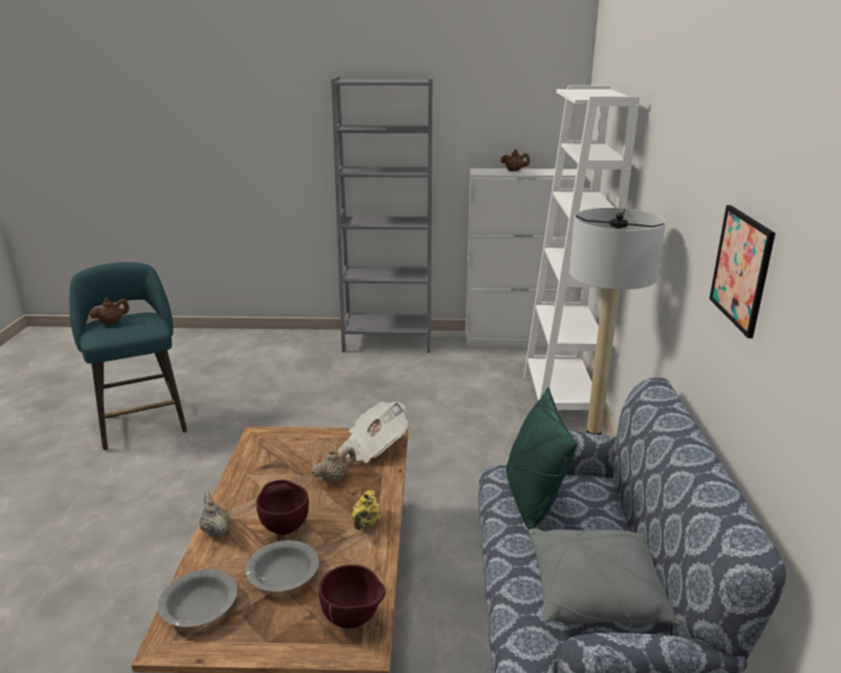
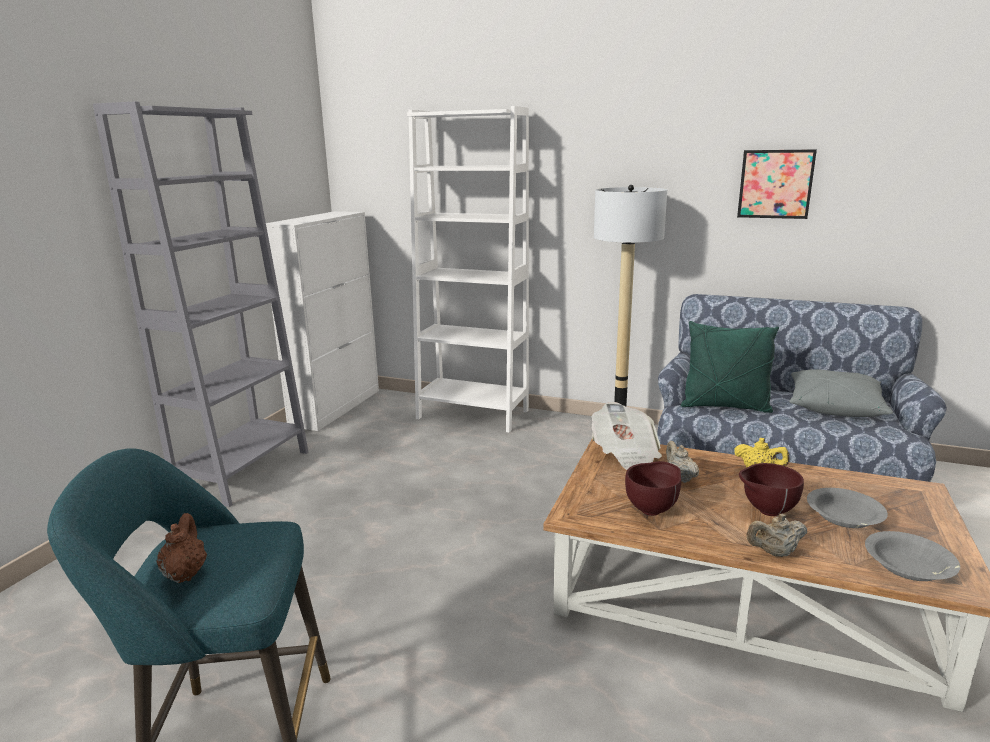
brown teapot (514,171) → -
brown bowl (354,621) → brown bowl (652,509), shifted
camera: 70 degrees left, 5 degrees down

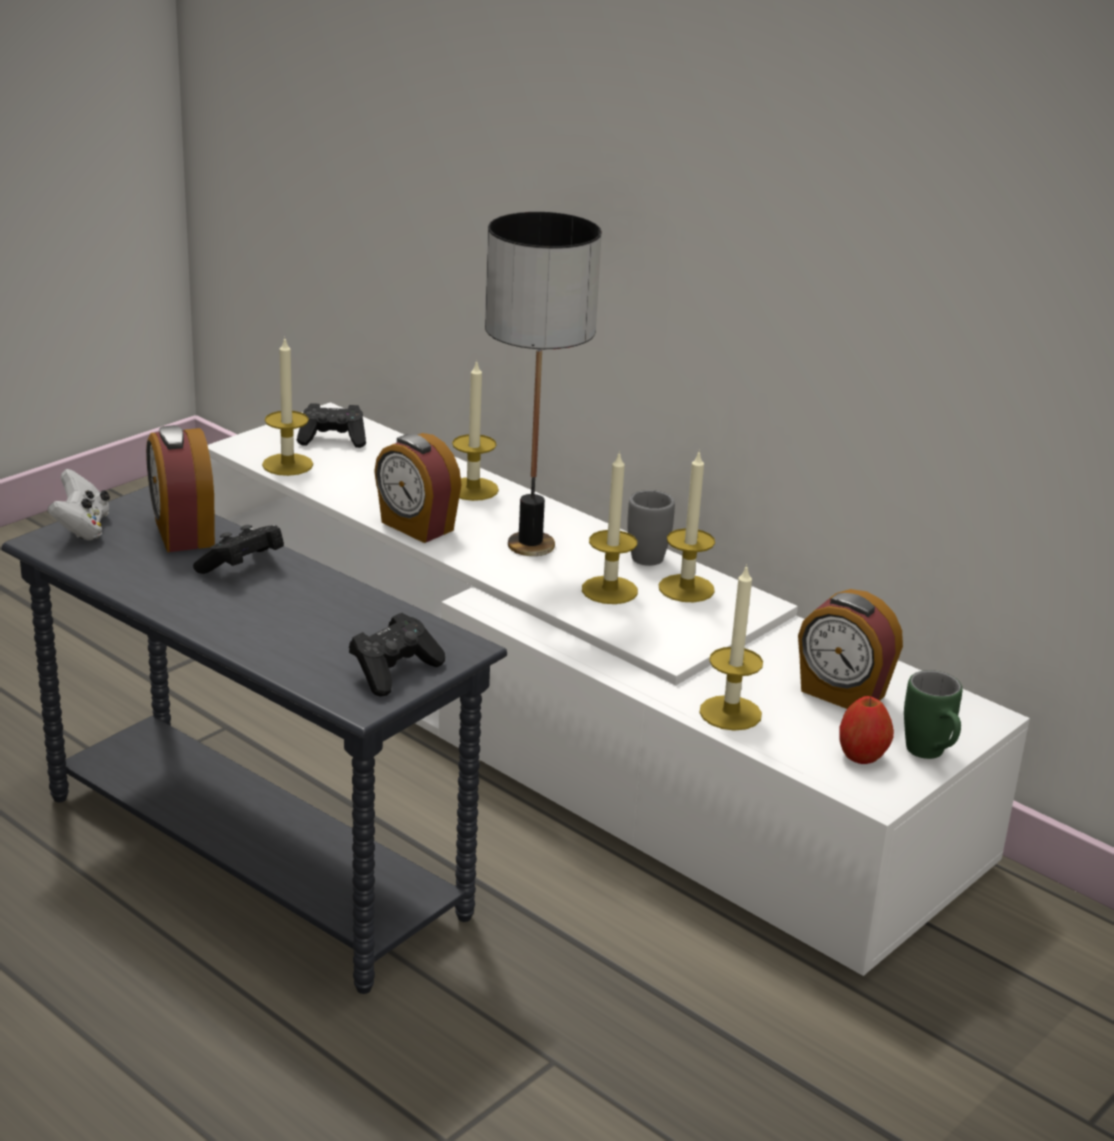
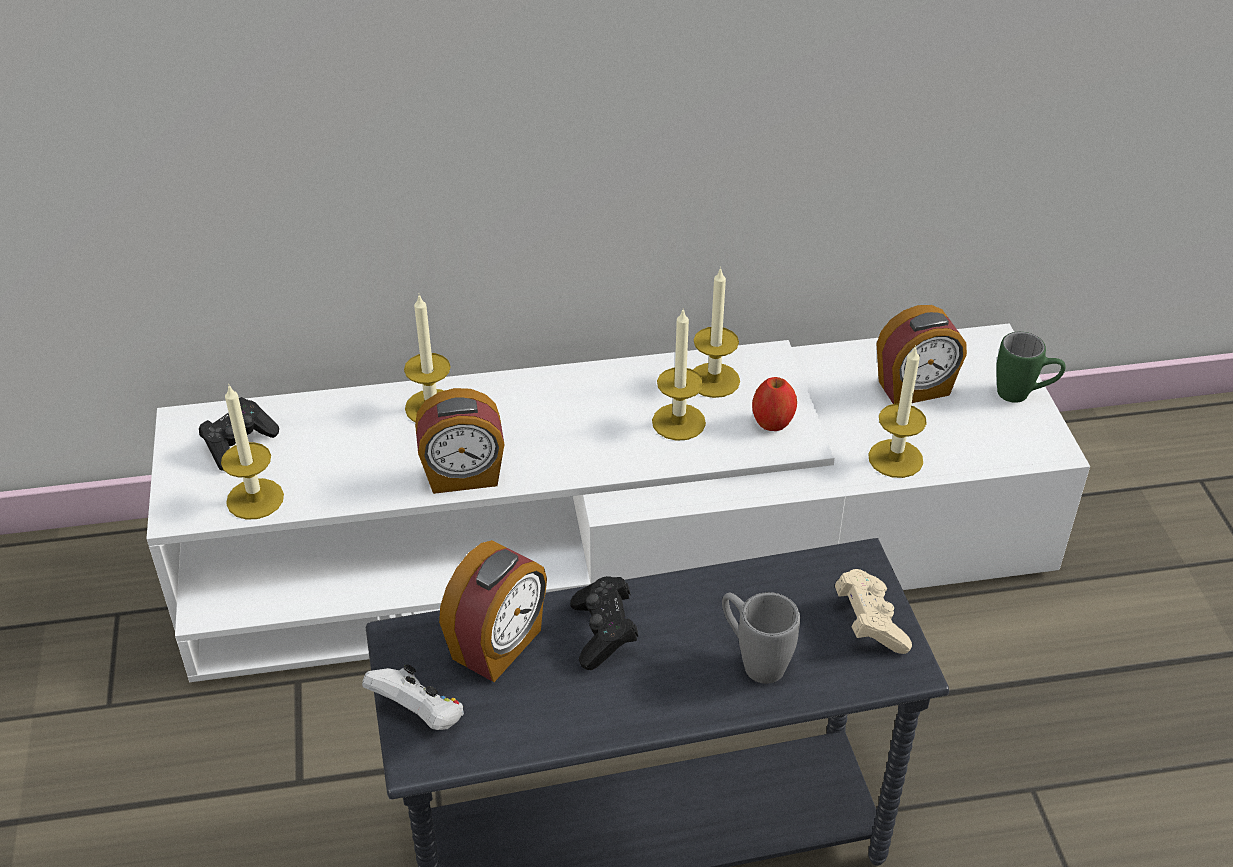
table lamp (530,545) → -
alarm clock (182,534) → alarm clock (499,645), 75 degrees counterclockwise
grey mug (647,553) → grey mug (753,660), shifted
black game controller (394,671) → beige game controller (869,623)
apple (862,756) → apple (772,423), shifted
camera: 50 degrees left, 15 degrees up

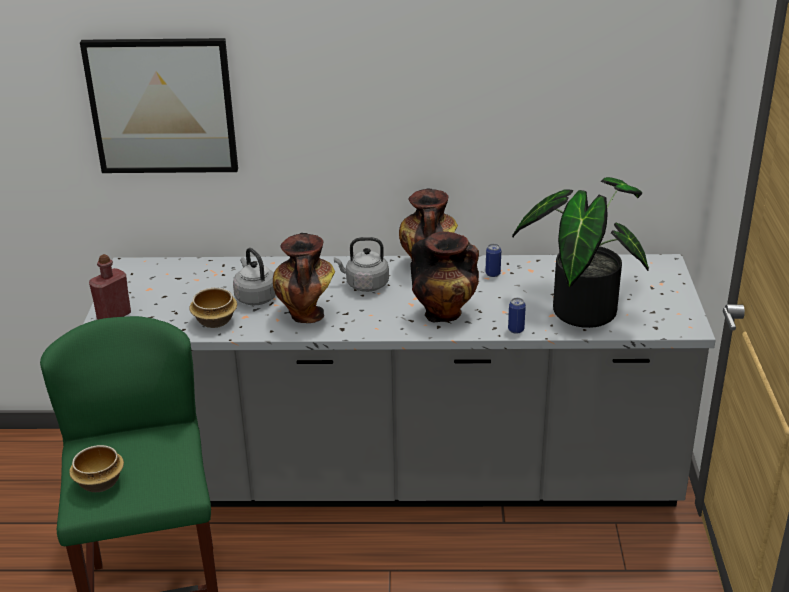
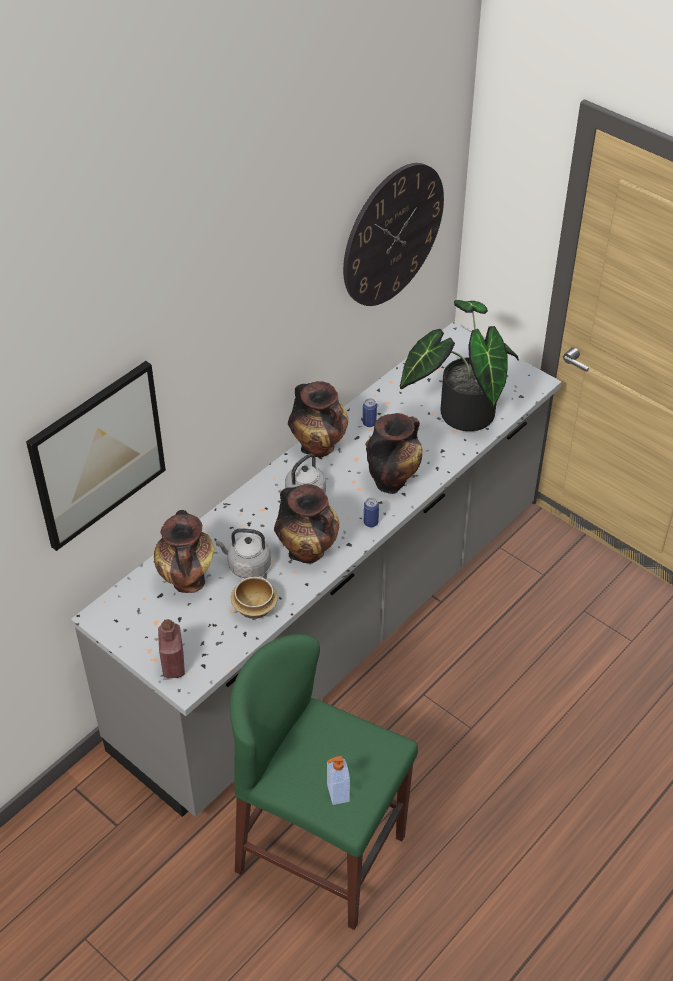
can (516,329) → can (371,522), shifted
bowl (99,483) → soap dispenser (337,793)
- → wall clock (392,234)
- → vase (188,581)
camera: 50 degrees left, 15 degrees up

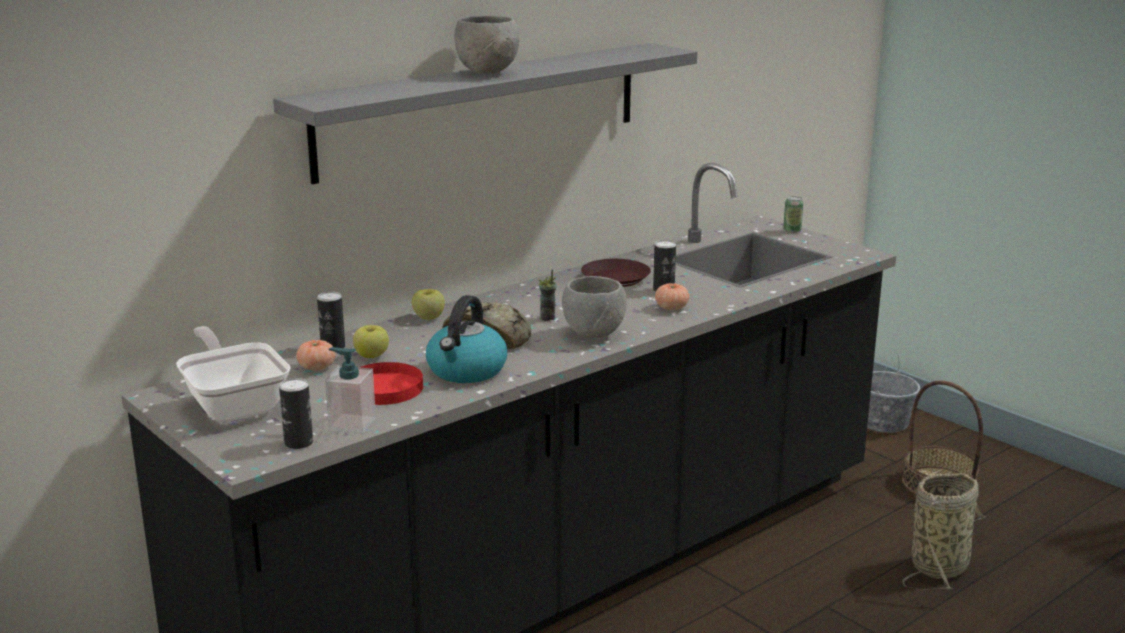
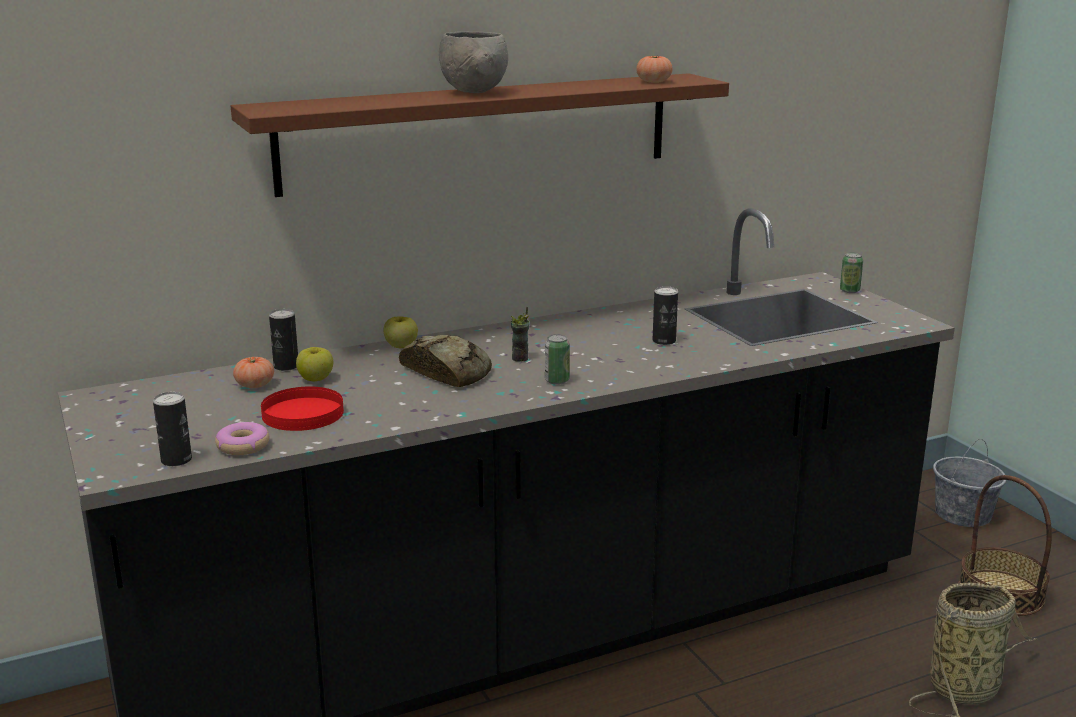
grey shelf (483,108) → brown shelf (480,132)
brown plate (616,278) → -
grey bowl (595,334) → can (557,381)
tomato (671,308) → tomato (653,82), shifted
kettle (466,371) → -
frying pan (234,405) → -
soap dispenser (352,423) → donut (243,446)
camera: 15 degrees right, 0 degrees up

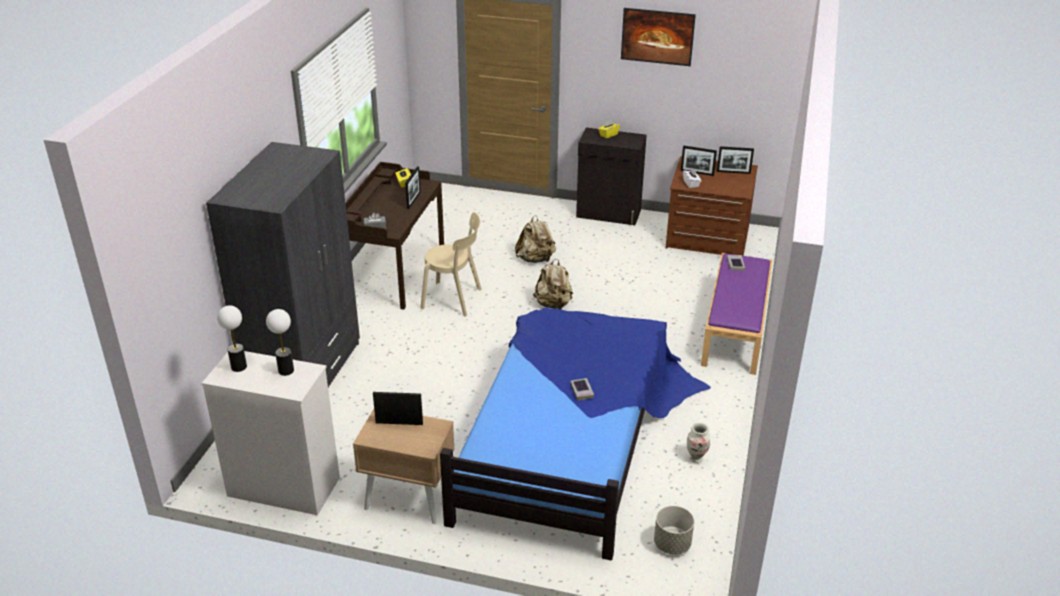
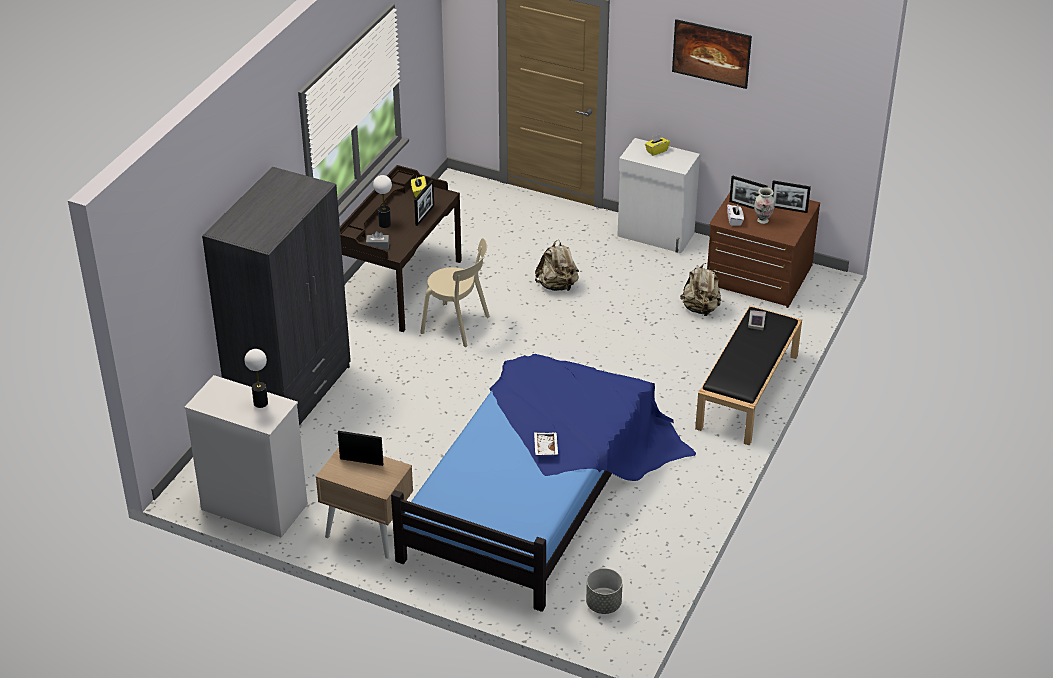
black cabinet (609,214) → white cabinet (656,235)
purple bench (735,329) → black bench (748,392)
beige backpack (553,304) → beige backpack (700,308), shifted
table lamp (239,367) → table lamp (385,224), shifted
book (582,391) → white tray (545,448)
vase (696,458) → vase (763,221), shifted
camera: 10 degrees right, 5 degrees up

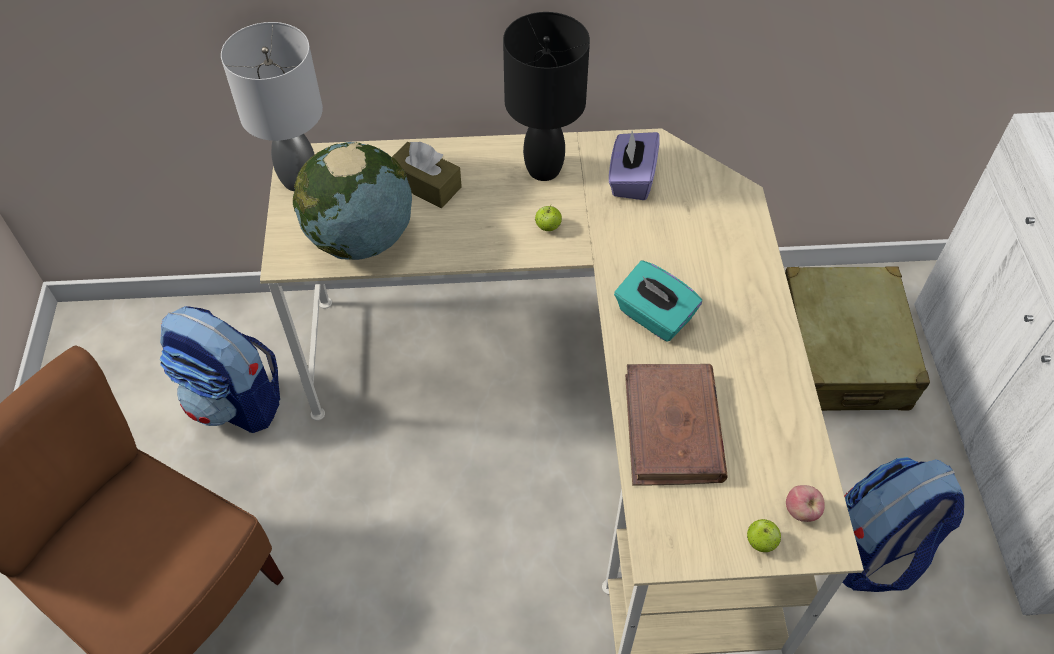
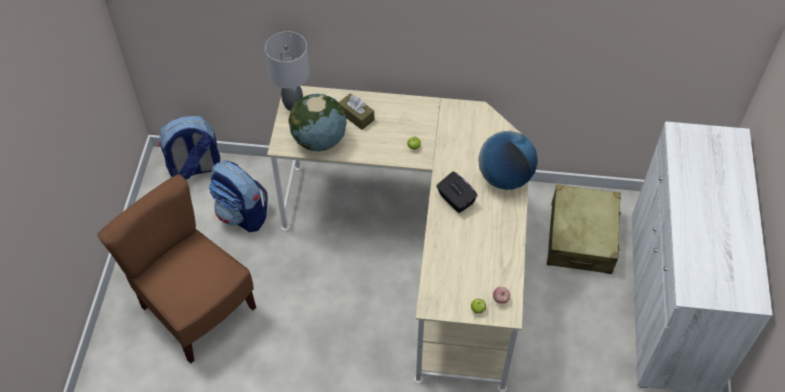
black table lamp (542,170) → -
purple tissue box (631,179) → -
turquoise tissue box (653,317) → black tissue box (455,200)
brown book (673,428) → -
backpack (873,552) → backpack (194,169), shifted
- → globe (505,177)
camera: 10 degrees right, 0 degrees up

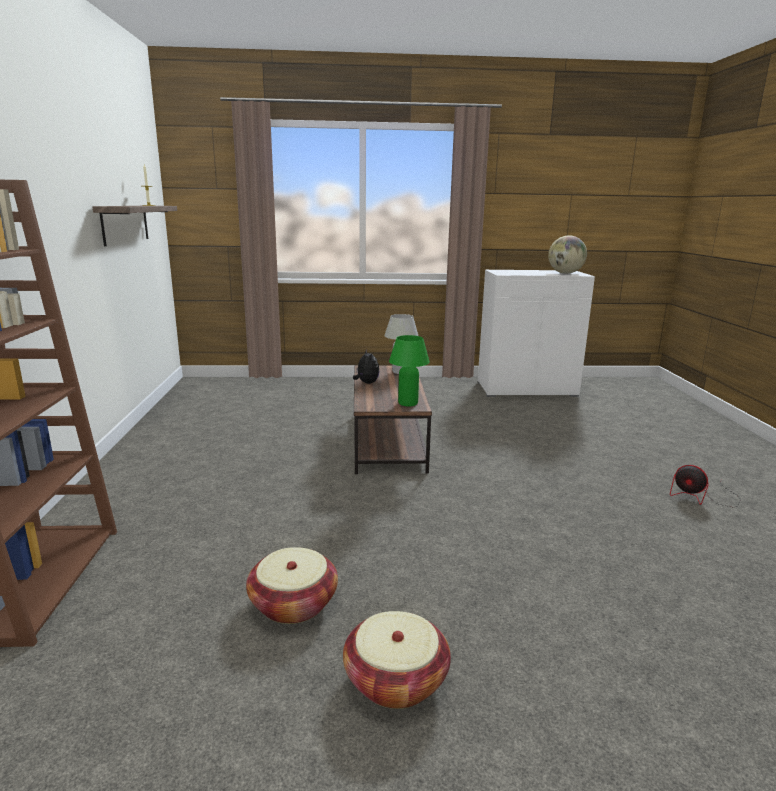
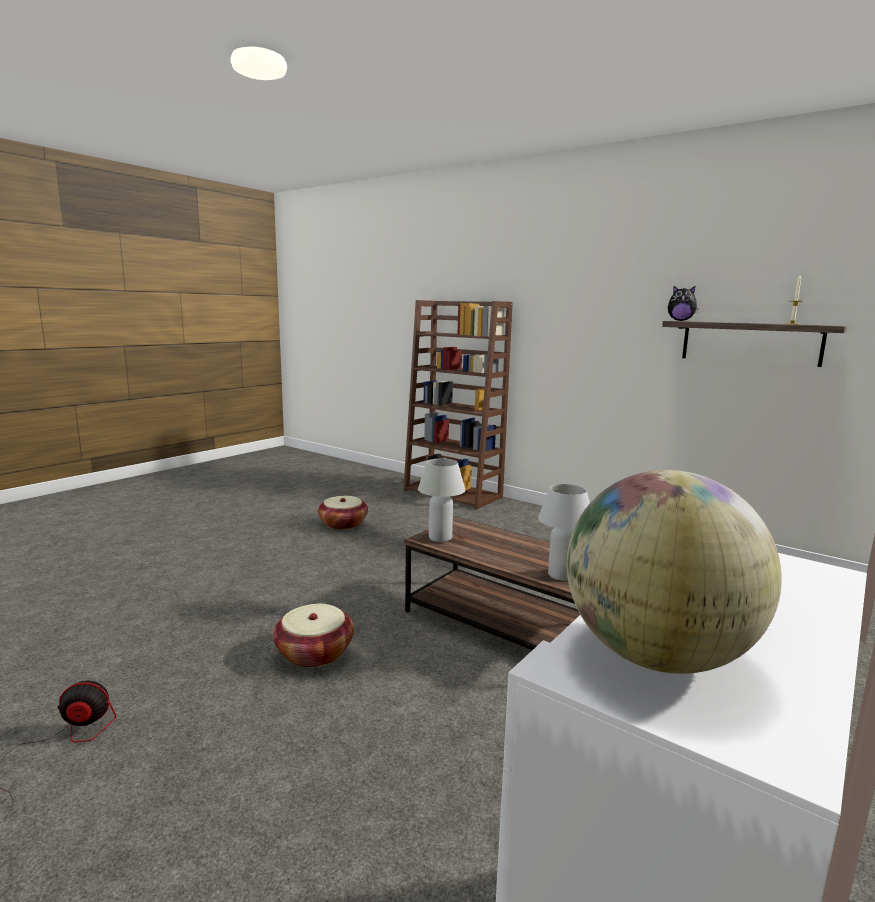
green table lamp (408,403) → white table lamp (440,538)
plush toy (366,383) → plush toy (680,321), shifted
basket (395,680) → basket (314,653), shifted
camera: 130 degrees right, 5 degrees down

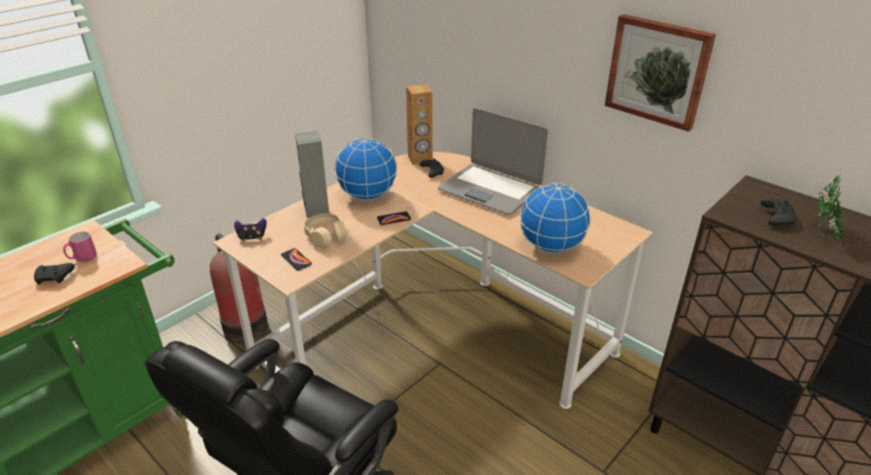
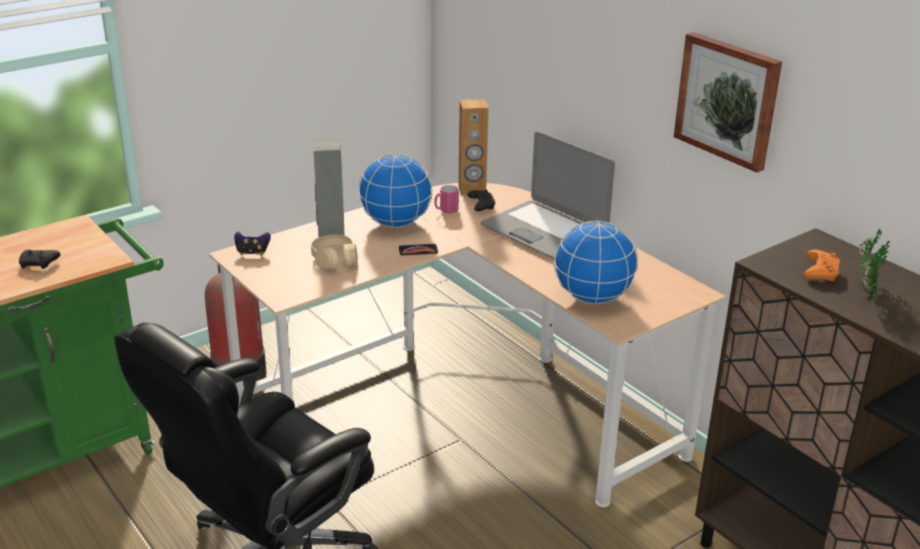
black game controller (776,218) → orange game controller (820,272)
pink mug (82,258) → pink mug (446,210), shifted
phone (296,260) → -
camera: 10 degrees right, 5 degrees down

